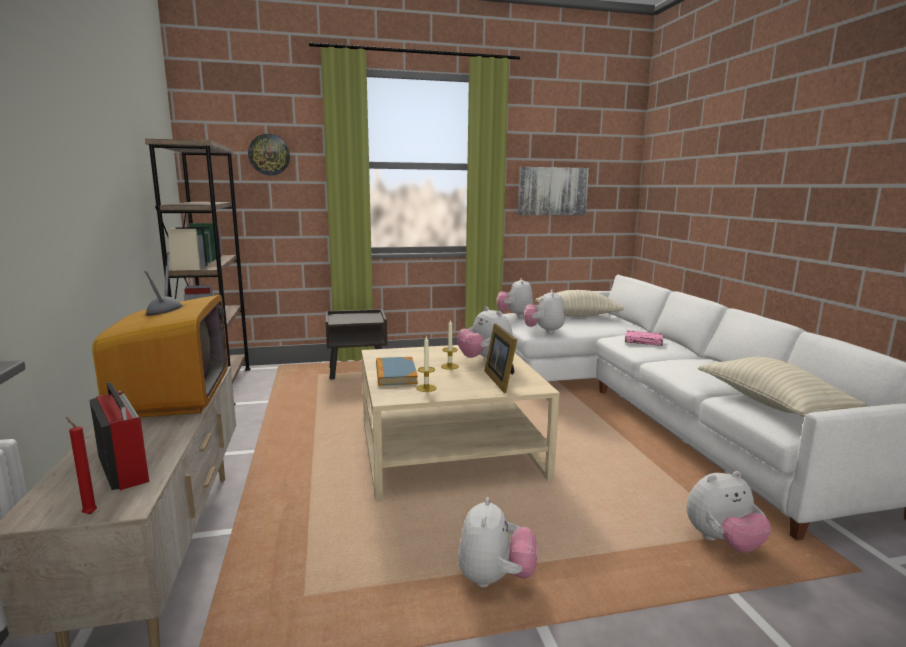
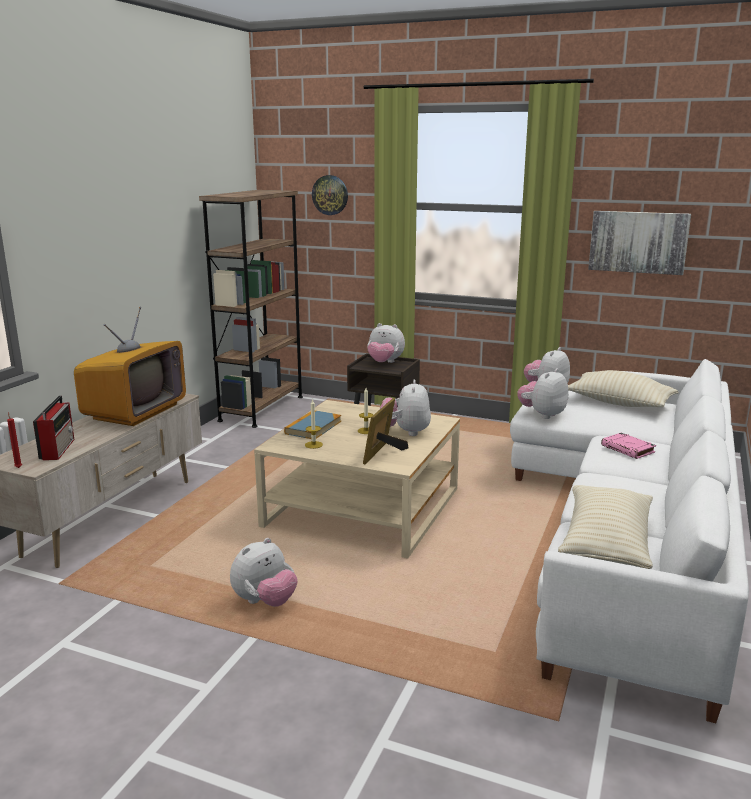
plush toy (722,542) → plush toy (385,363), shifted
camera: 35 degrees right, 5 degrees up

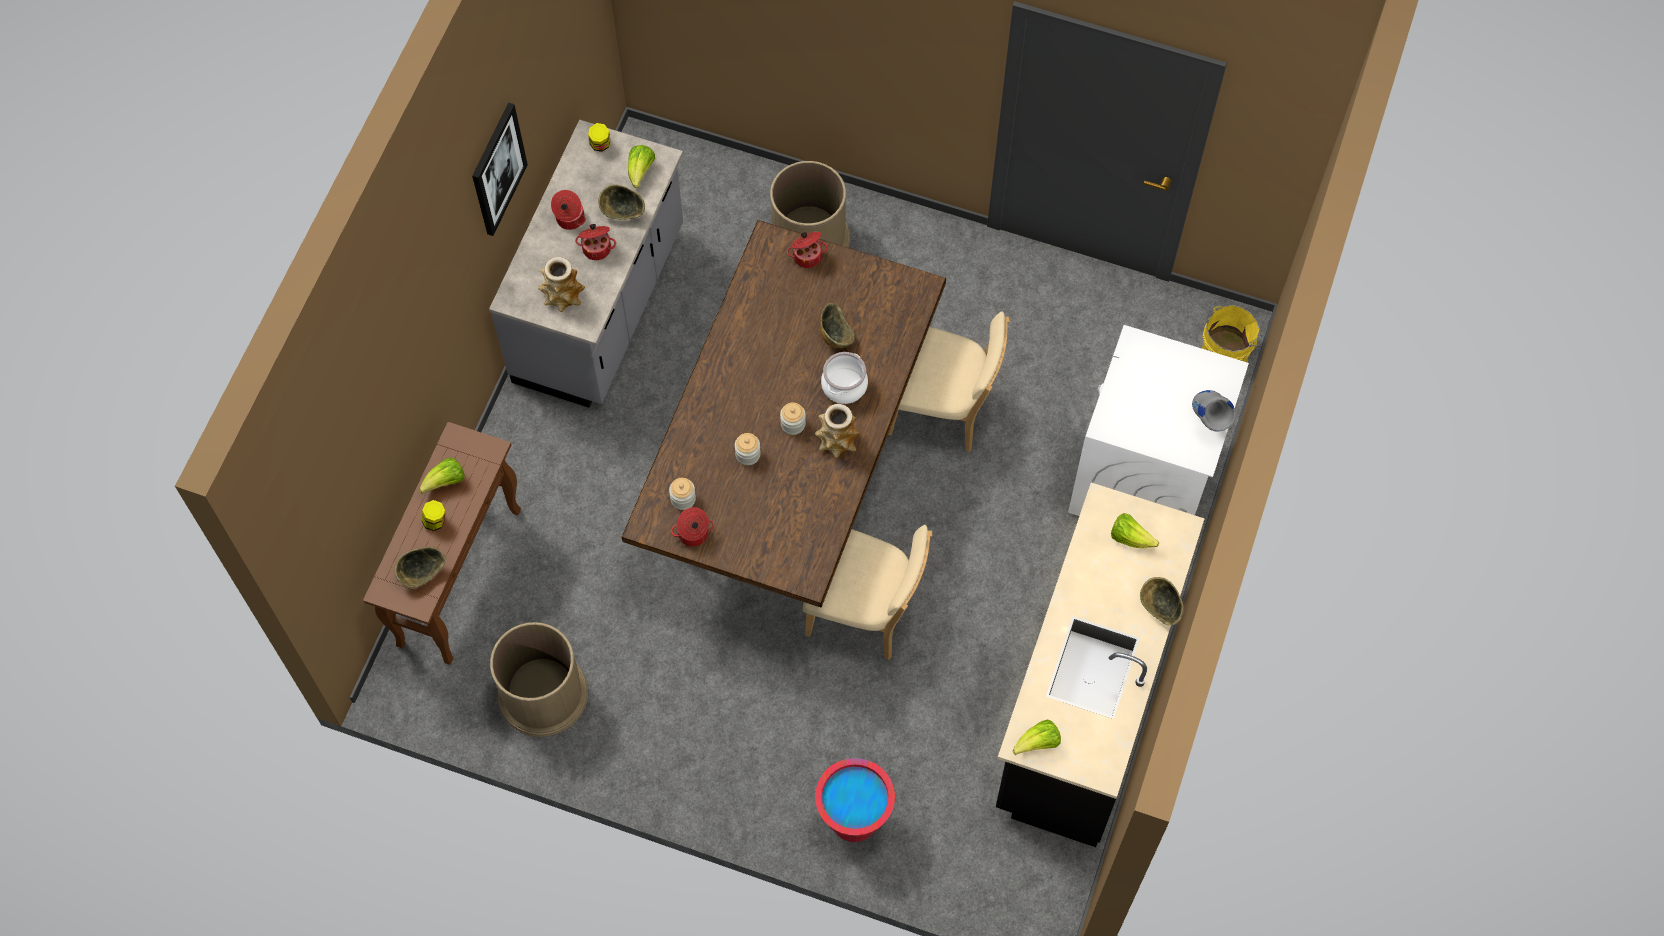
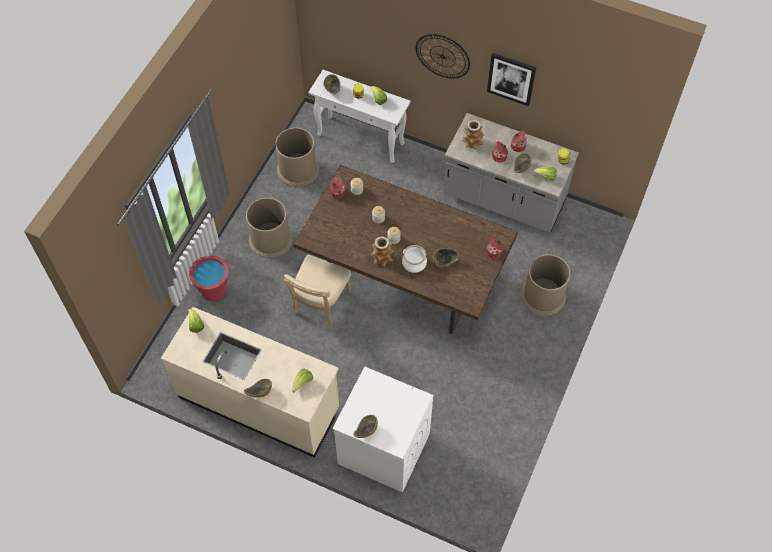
yellow bucket (1227,350) → -
beige chair (943,411) → -
grey vase (1209,422) → bowl (366,431)
brown console table (459,575) → white console table (361,139)
black counter (1085,697) → beige counter (259,402)
- → wall clock (442,56)
- → brown trash can (270,239)
camera: 95 degrees right, 5 degrees down

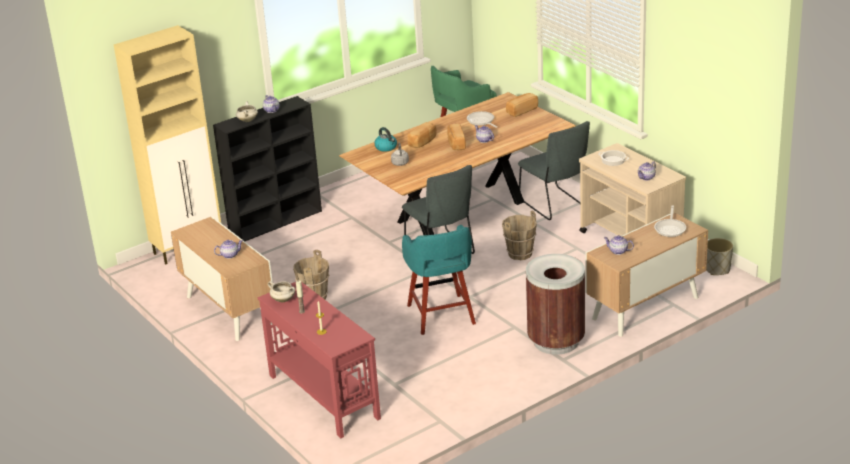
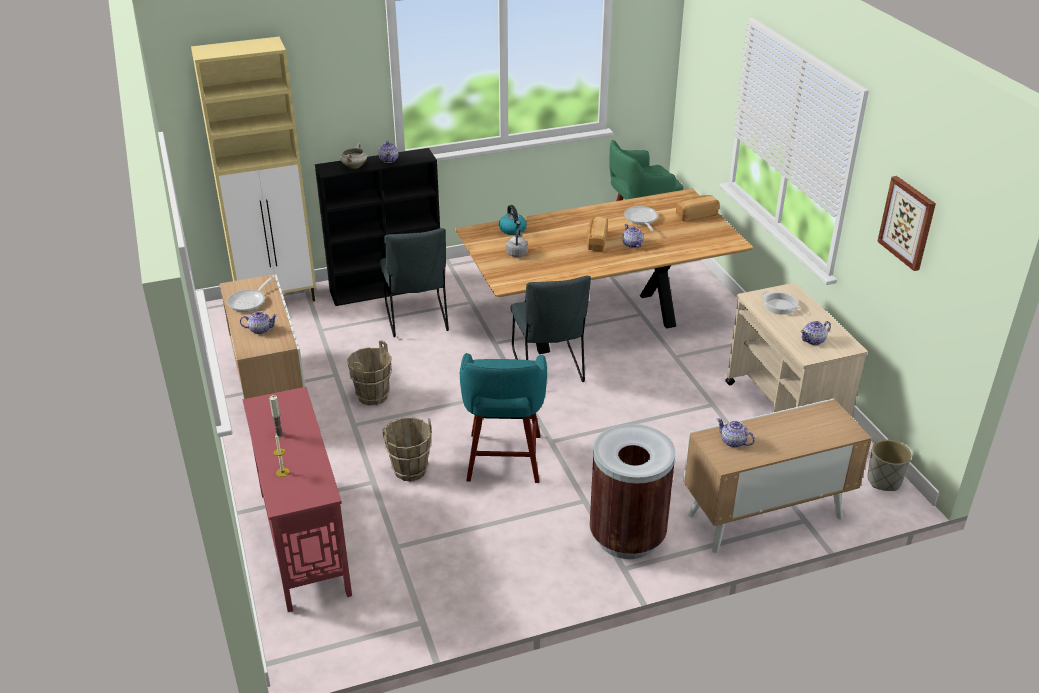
grey chair (555,205) → grey chair (417,319), shifted
bread (423,142) → -
frying pan (670,228) → frying pan (249,301), shifted
brown bucket (519,254) → brown bucket (410,470), shifted
white cooking pot (283,300) → -
- → picture (908,222)
camera: 15 degrees right, 5 degrees up

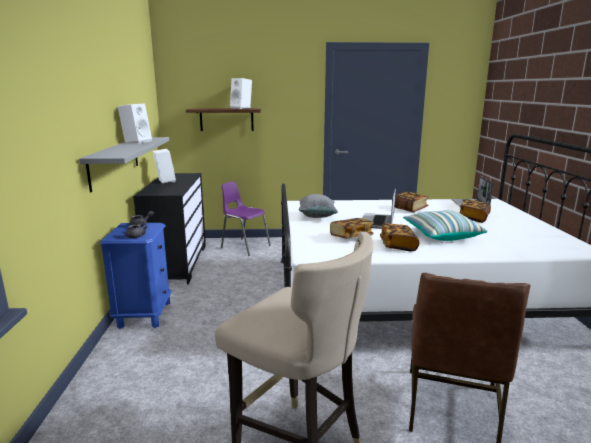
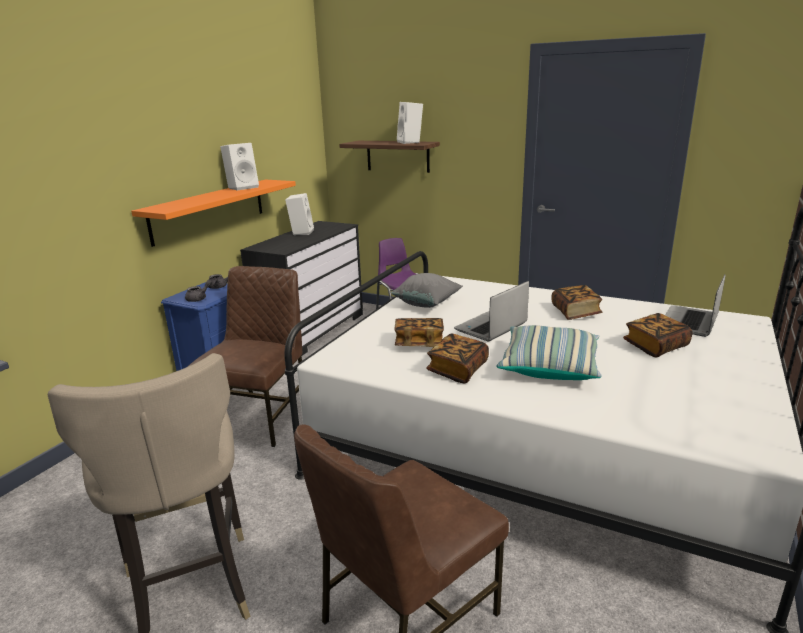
grey shelf (115,161) → orange shelf (209,210)
- → brown chair (261,417)
camera: 30 degrees right, 5 degrees up

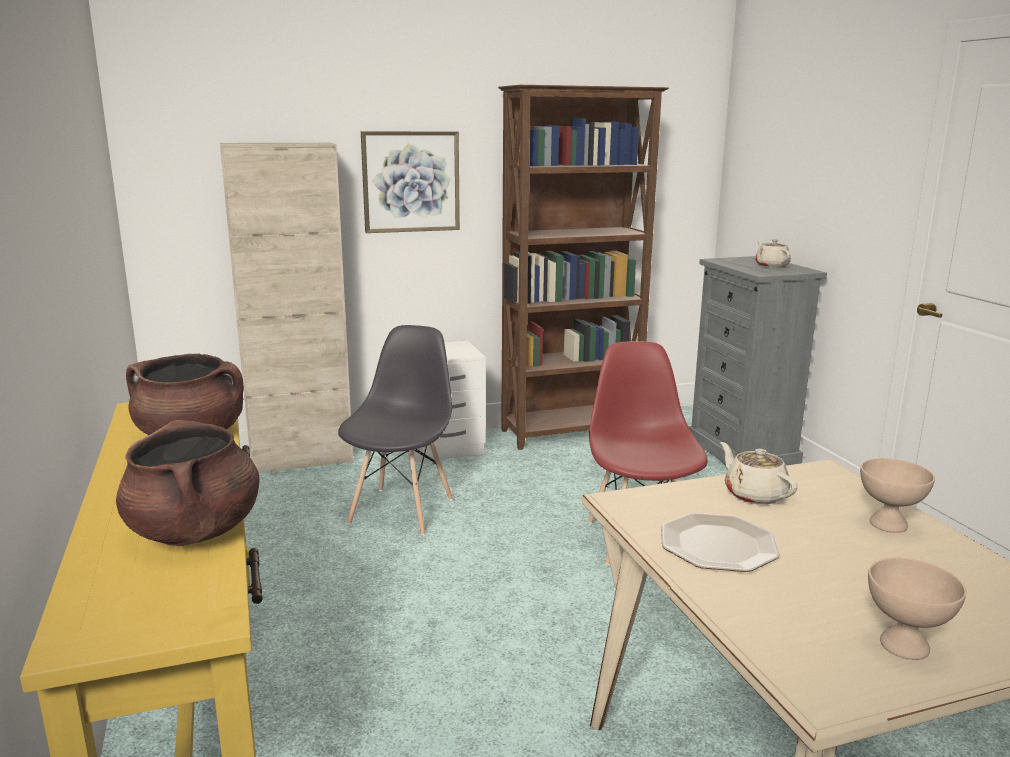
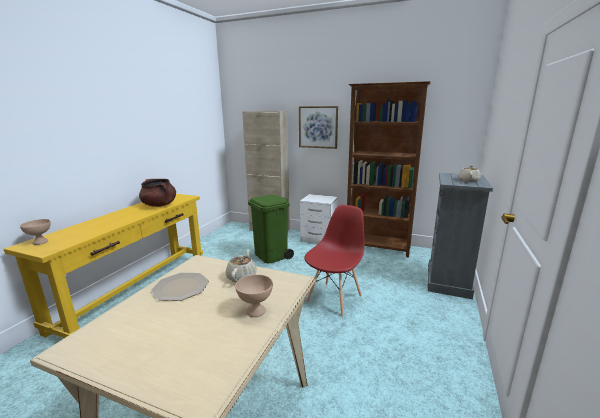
grey chair (402,510) → green trash can (271,256)
brown cooking pot (195,531) → -
beige bowl (905,647) → beige bowl (40,242), shifted
camera: 40 degrees right, 0 degrees up

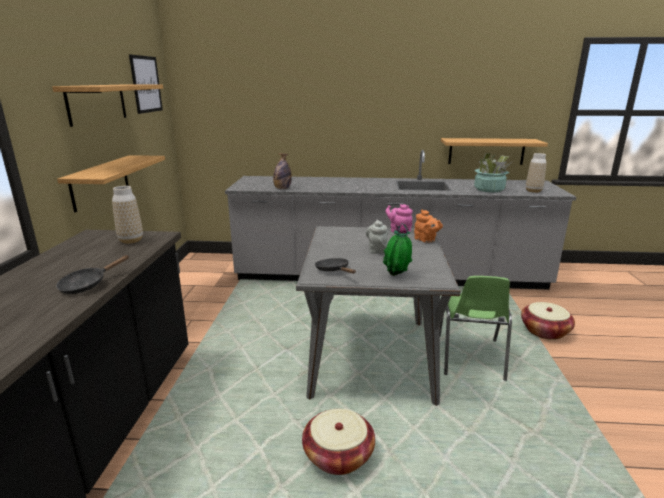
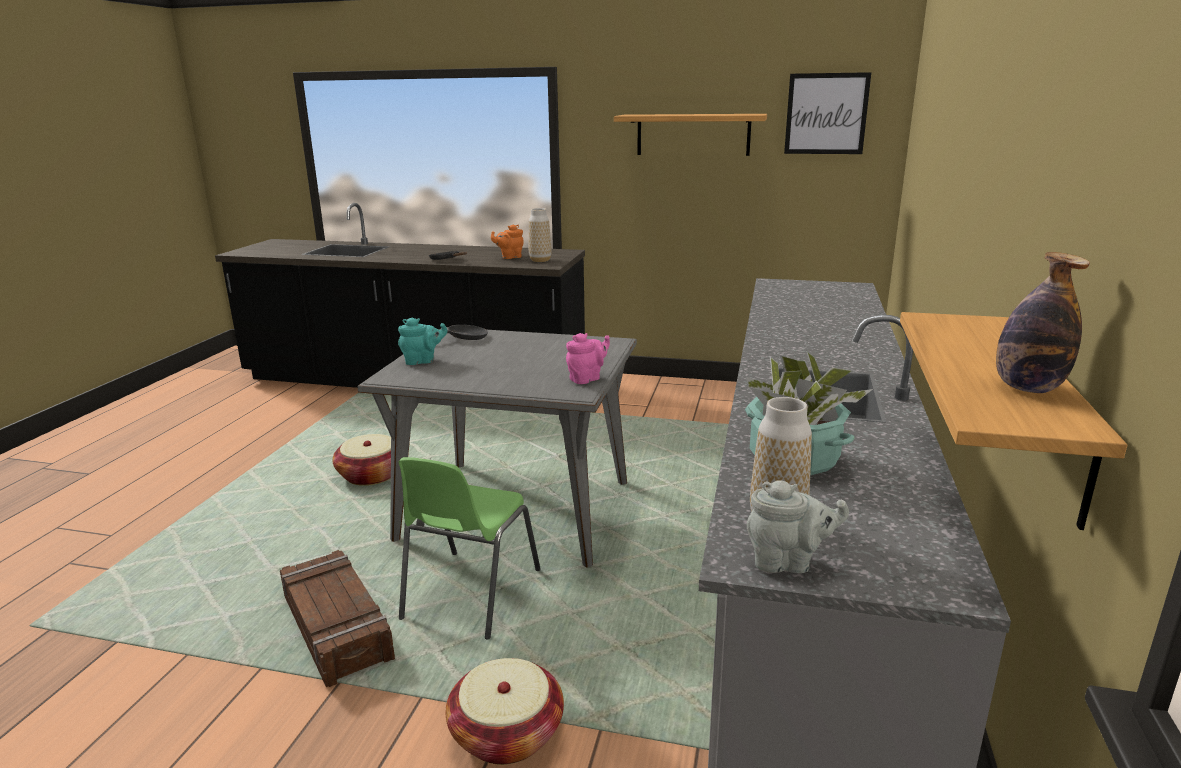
bottle (282,188) → bottle (1027,388), shifted
shelf (100,182) → -
orange teapot (426,240) → orange teapot (509,257), shifted
grey teapot (377,250) → grey teapot (788,562), shifted
potted plant (397,276) → turquoise teapot (422,361)
green chair (470,358) → green chair (469,595), 90 degrees counterclockwise
- → crate (335,628)
camera: 100 degrees right, 0 degrees up

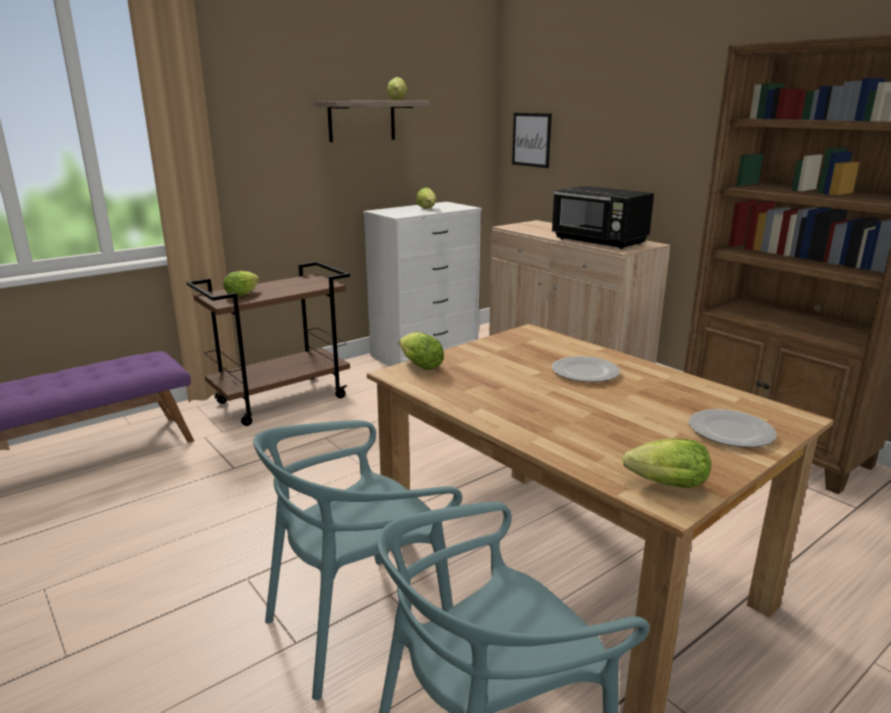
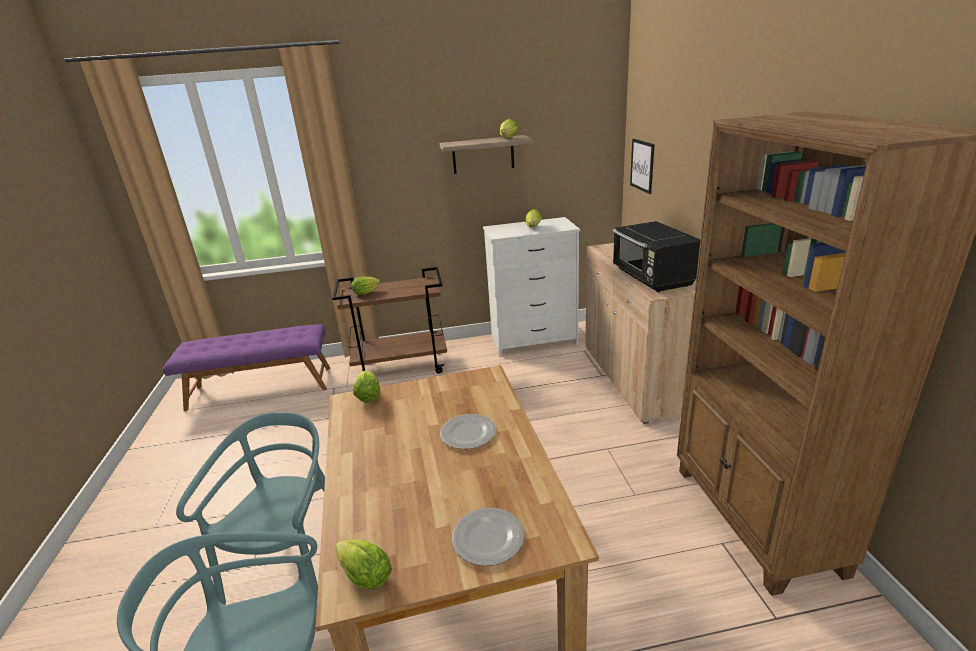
turquoise chair (359,625) → turquoise chair (293,568), 105 degrees clockwise
camera: 30 degrees right, 5 degrees up

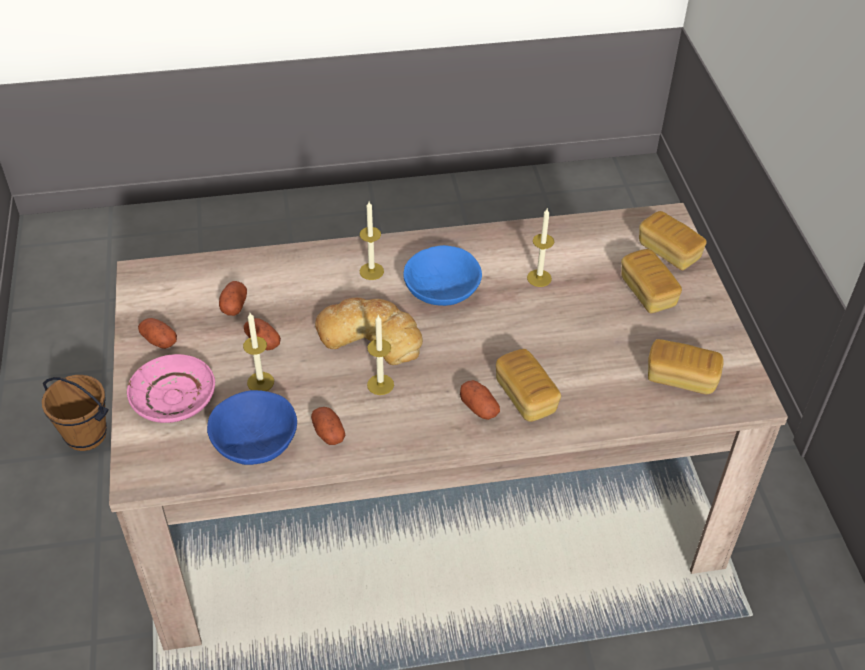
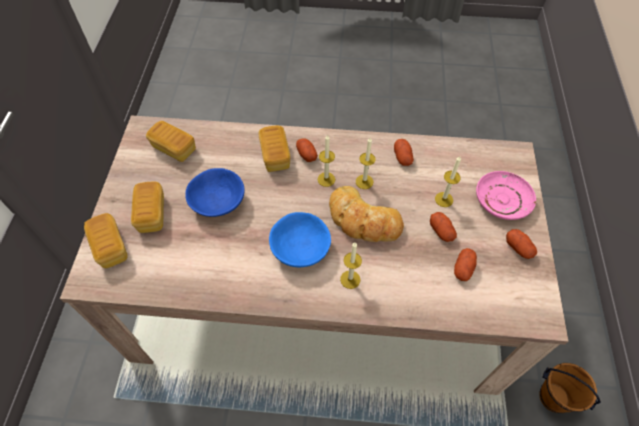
candle (539,278) → candle (326,179), shifted
blue bowl (255,440) → blue bowl (217,202), shifted
camera: 165 degrees left, 10 degrees up

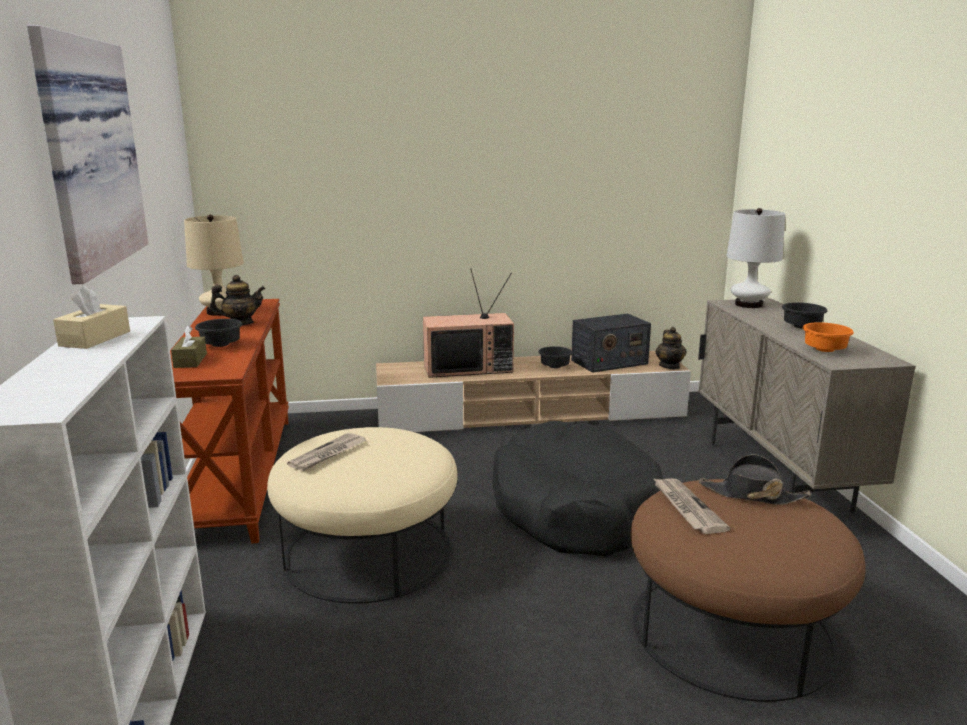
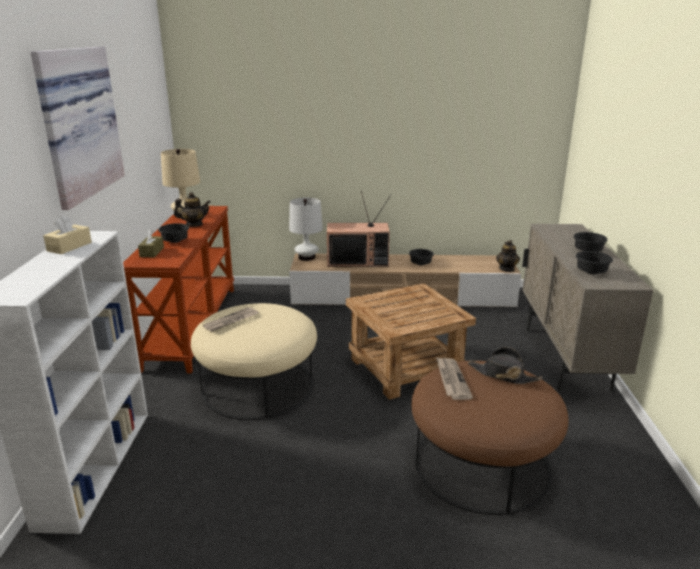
white table lamp (748,304) → white table lamp (306,257), shifted
radio (609,362) → -
orange bowl (826,350) → black bowl (592,272)
black dog bed (574,508) → brown side table (407,369)
camera: 10 degrees right, 5 degrees up

